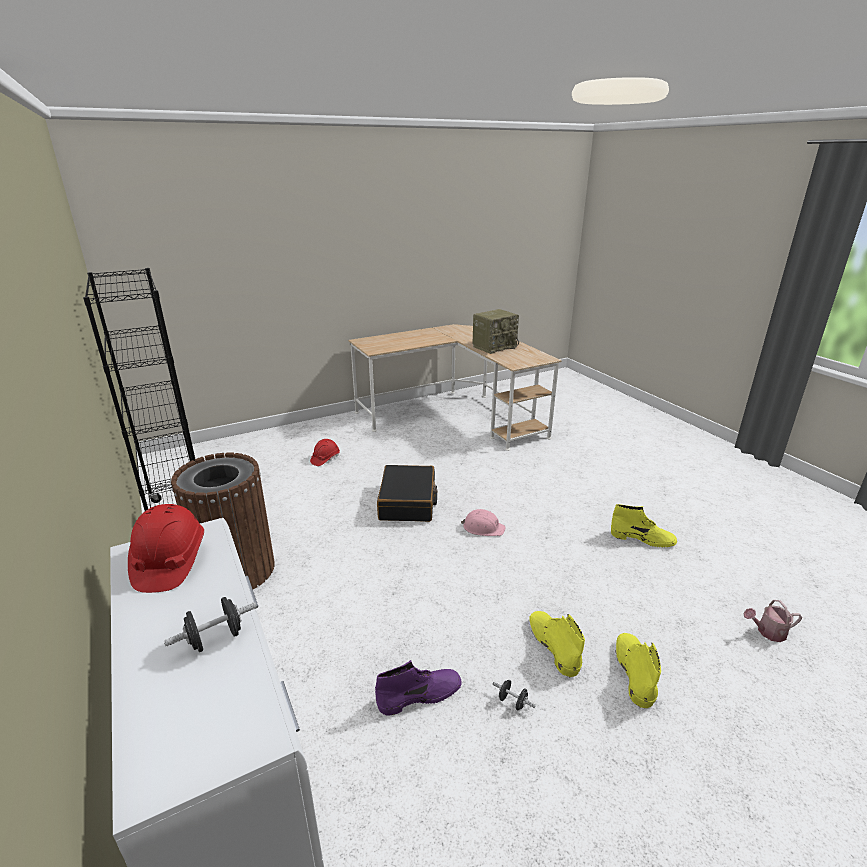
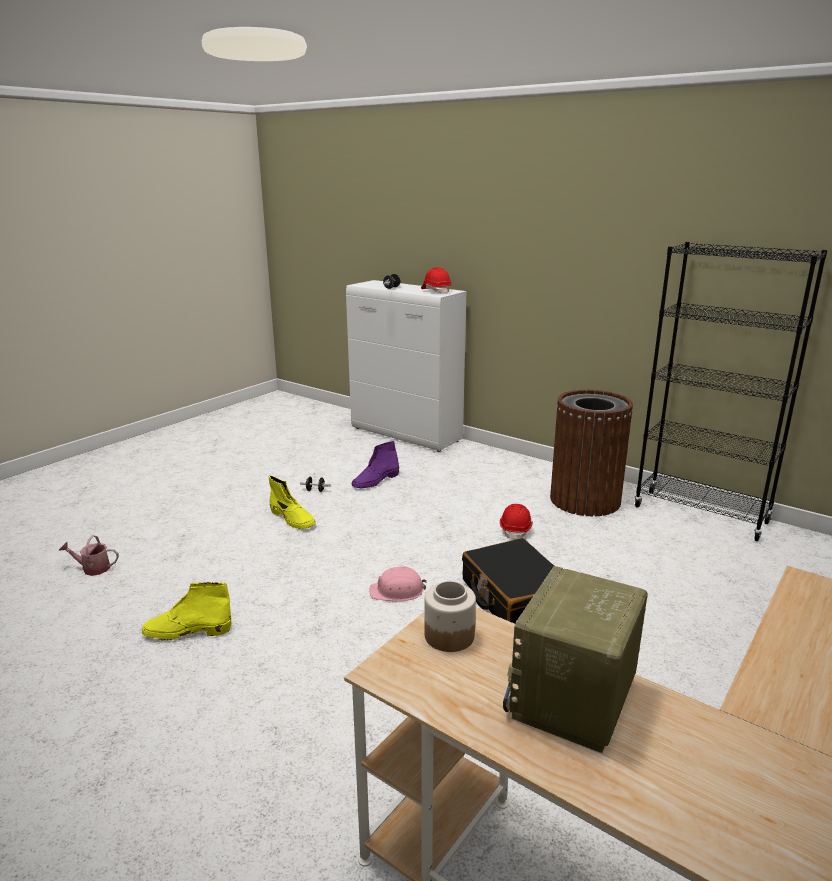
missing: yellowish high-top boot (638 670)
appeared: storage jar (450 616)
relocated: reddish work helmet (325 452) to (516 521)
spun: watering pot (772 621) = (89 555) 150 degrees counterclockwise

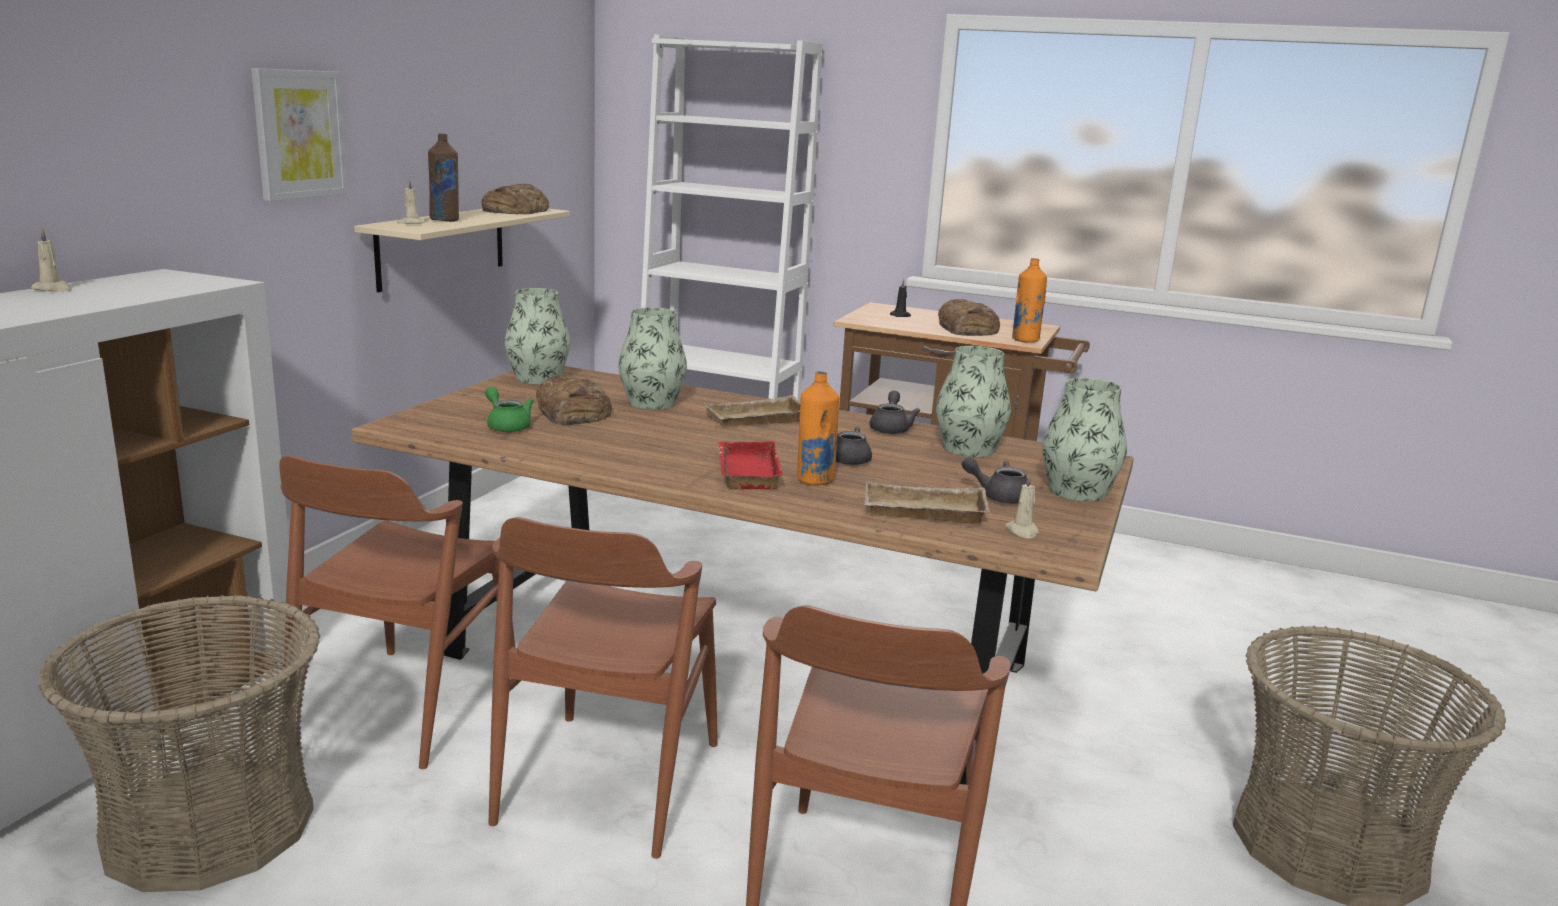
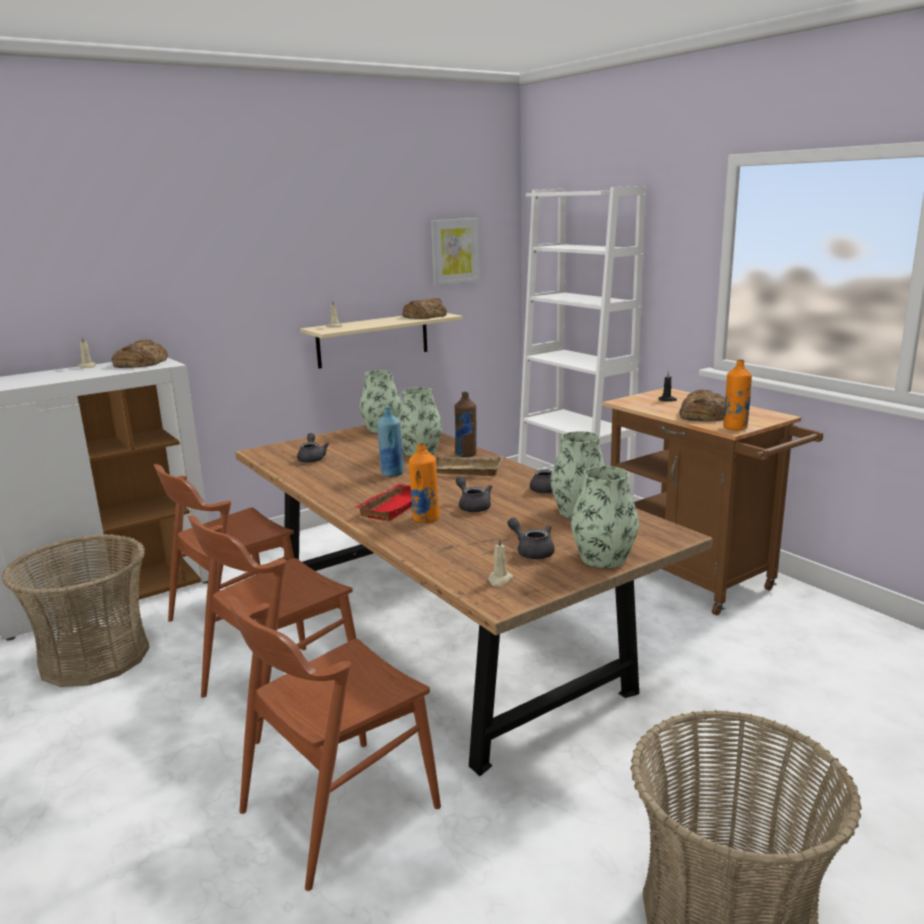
missing: beige-coloured carrying tray (927 502)
appeared: blue-coloured beverage bottle (390 442)
relocated: wall art (299 134) to (455 251); brownish beverage bottle (443 177) to (465 424); bakery bread (574 400) to (140 354)
colour: greenish pot for tea (509 409) to gray pot for tea (313 448)

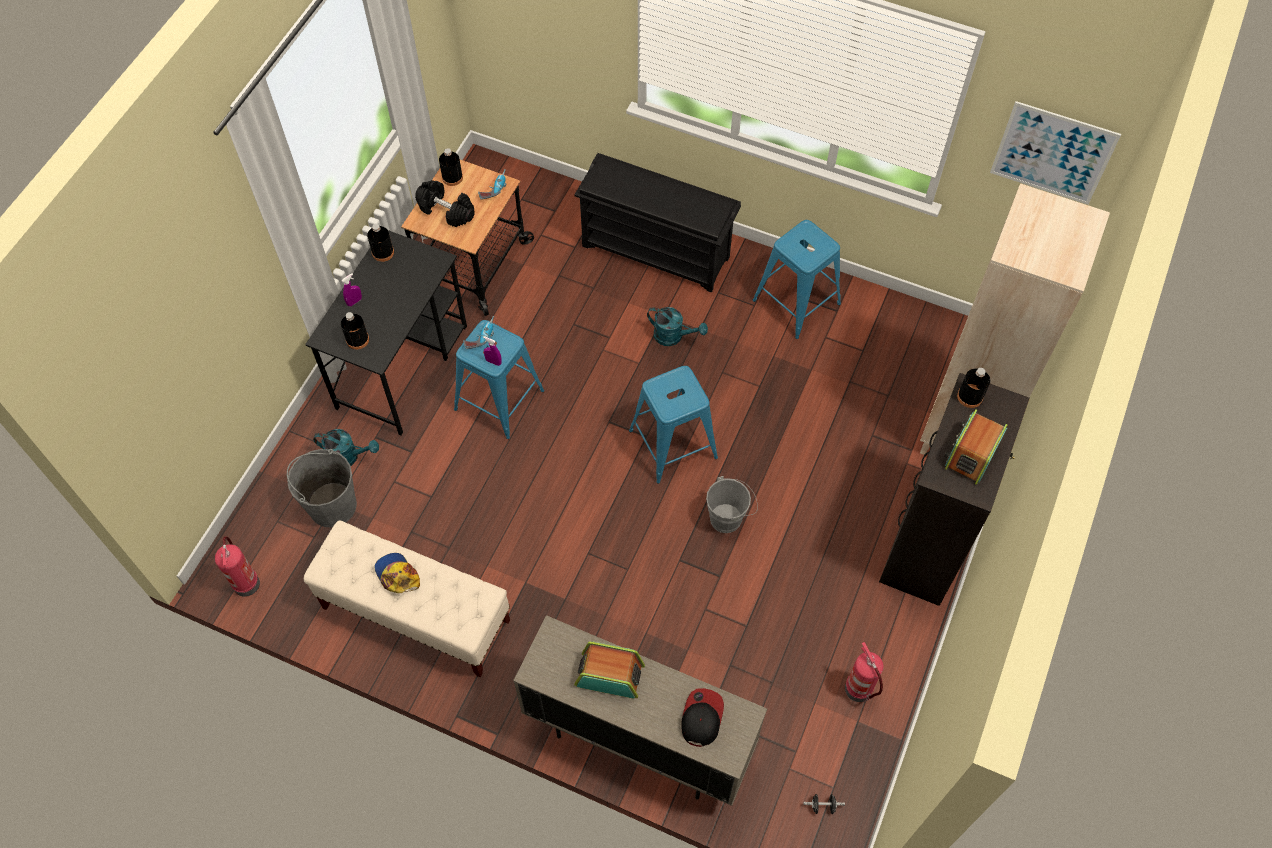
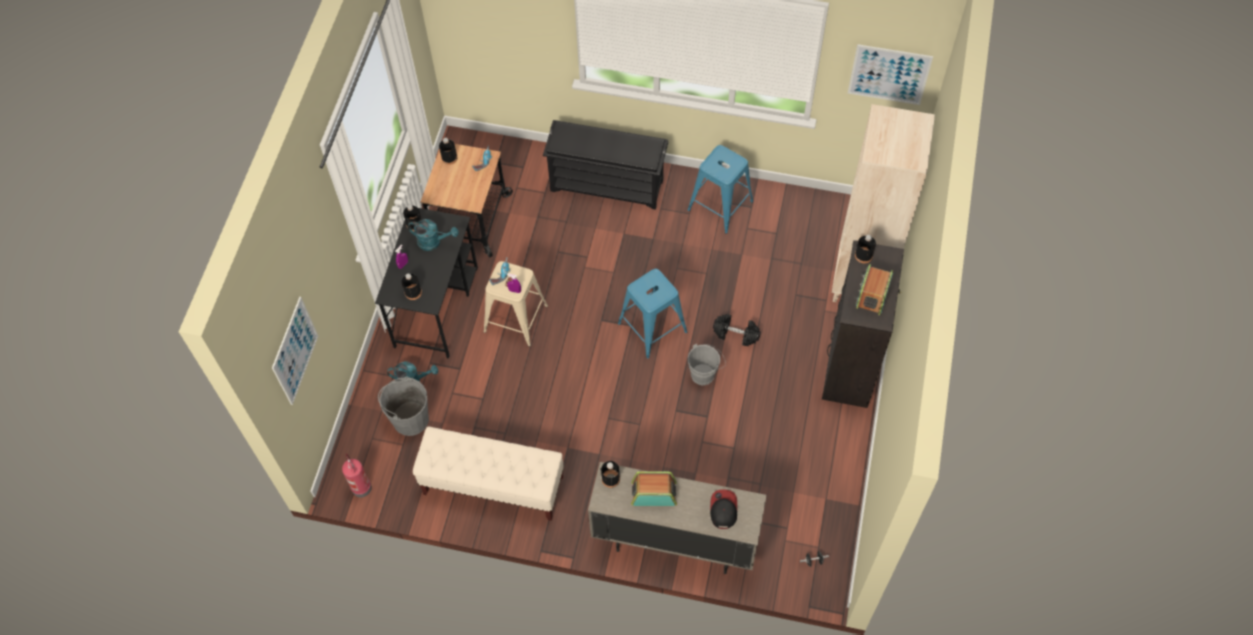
missing: cap (397 573); fire extinguisher (864 672)
appeared: wall art (295 351); black-coloured beverage bottle (610 474)
relocated: black-coloured free weight (445 203) to (737 330); blue-green watering pot (677 326) to (433 235)
colour: blue-coloured stool seat (499 379) to beige-coloured stool seat (516 304)

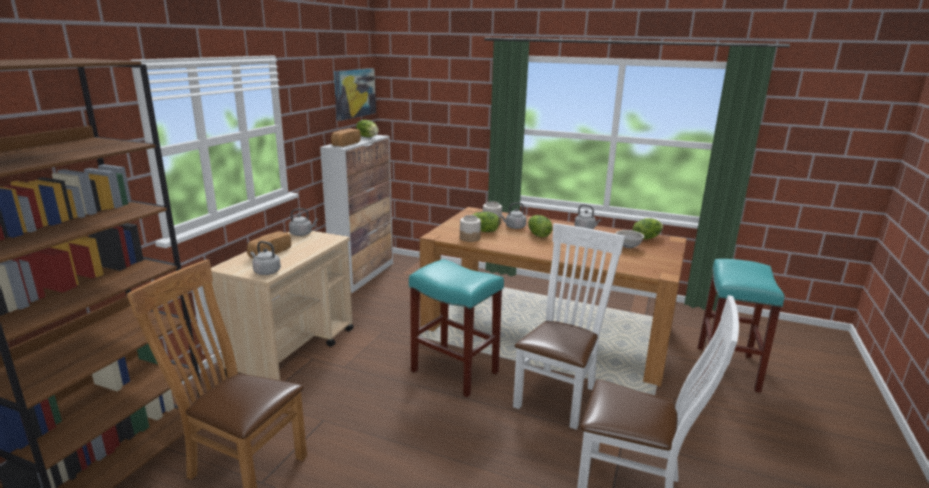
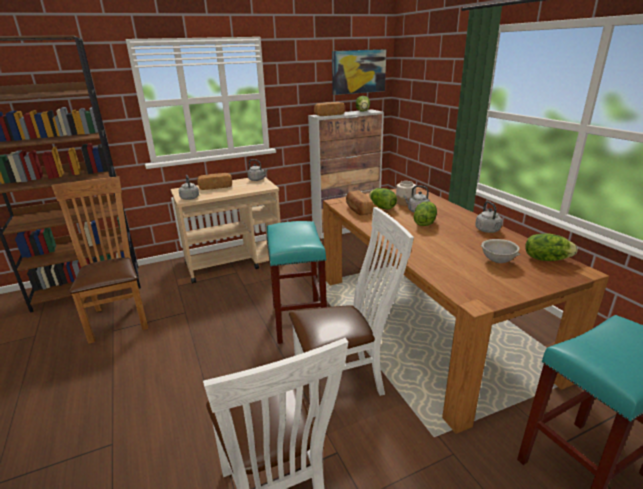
exchanged: storage jar (470 228) to bakery bread (359 203)

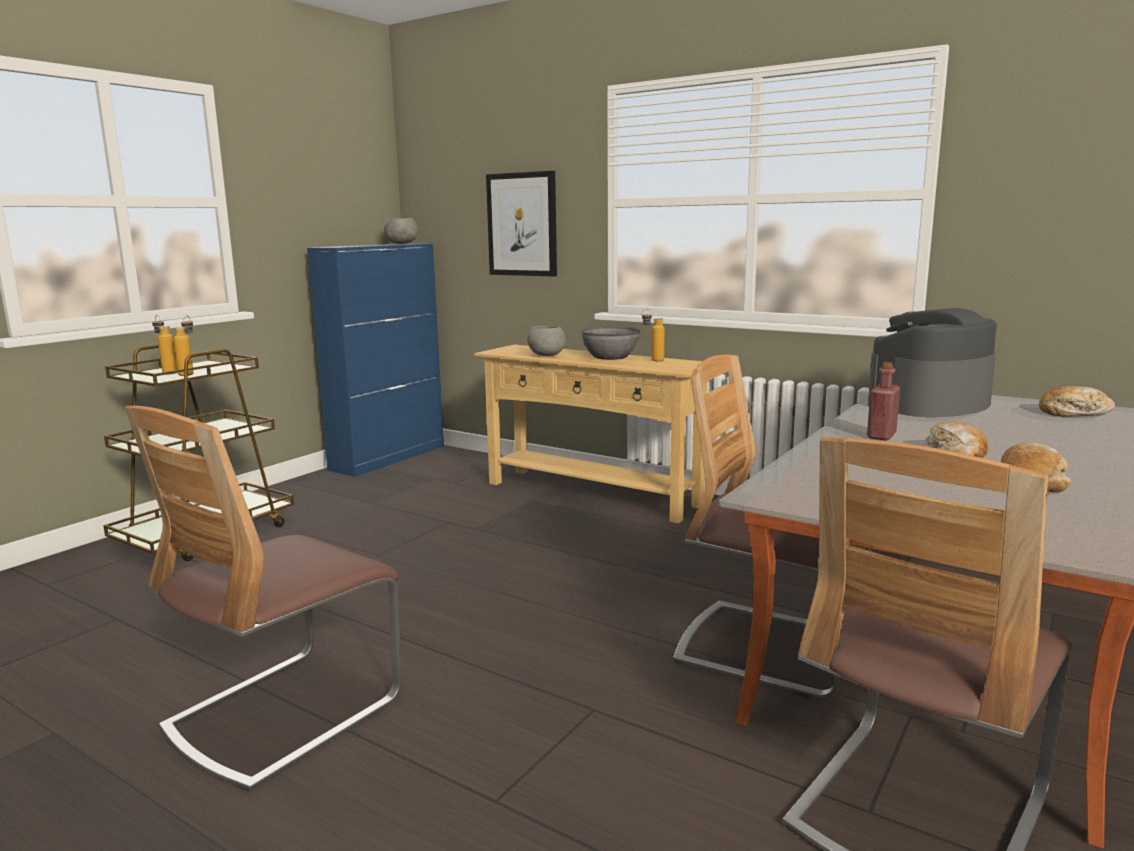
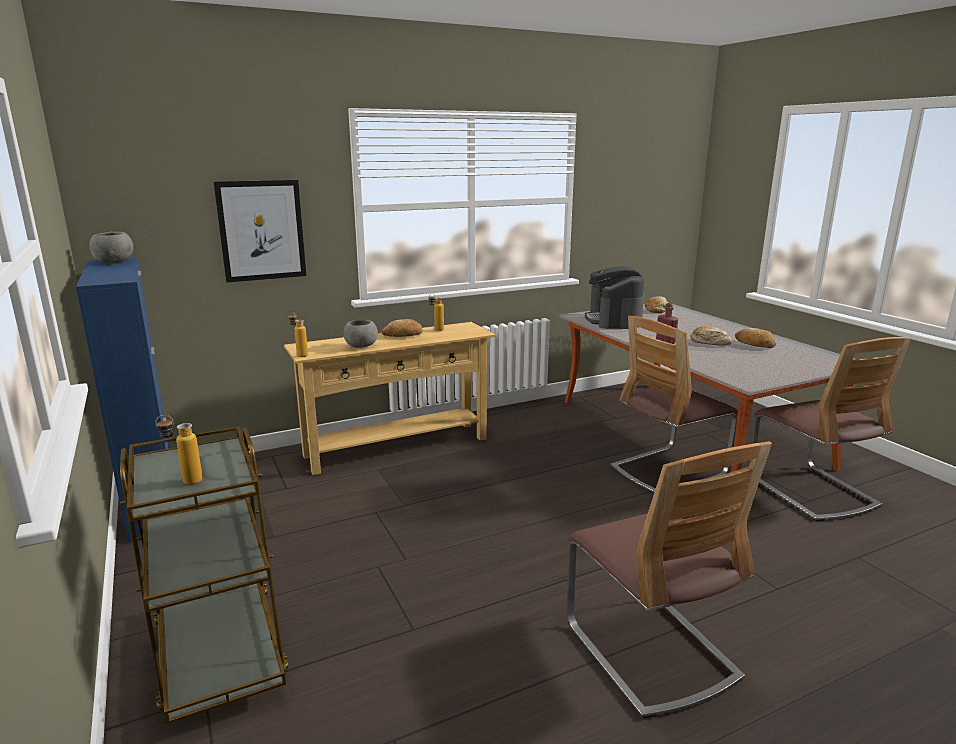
relocated: beverage bottle (183 345) to (298 334)
exchanged: gray deep dish (611 343) to bakery bread (402 328)

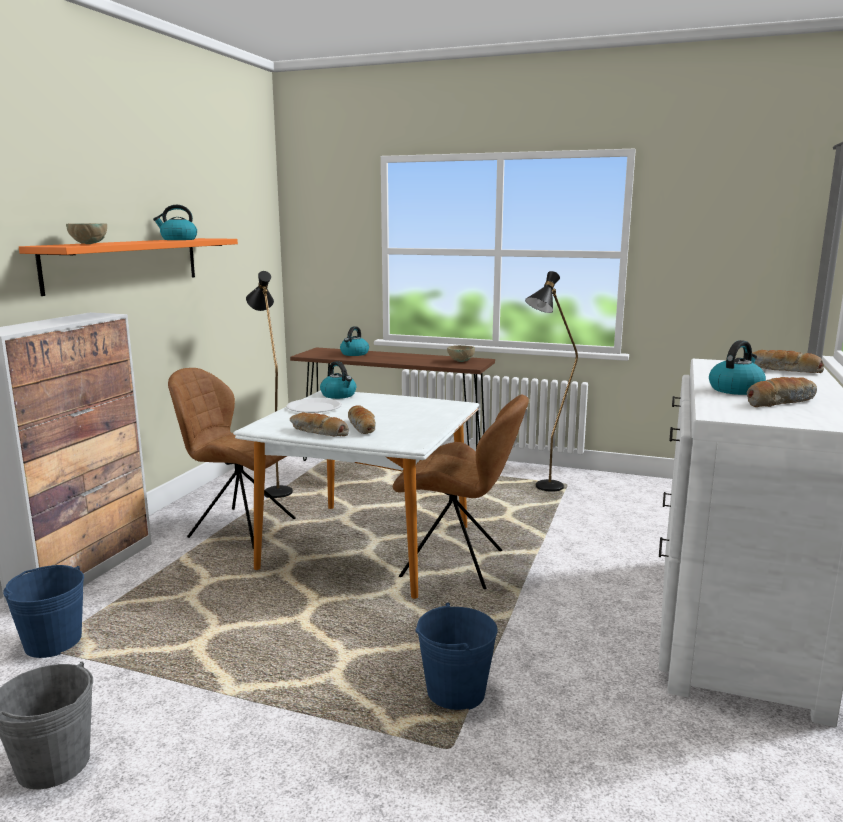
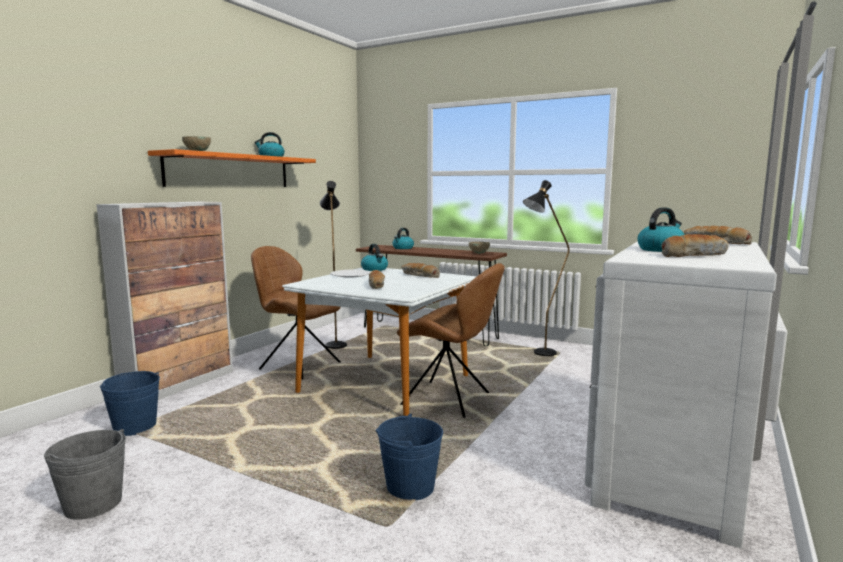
relocated: bakery bread (319 424) to (420 270)

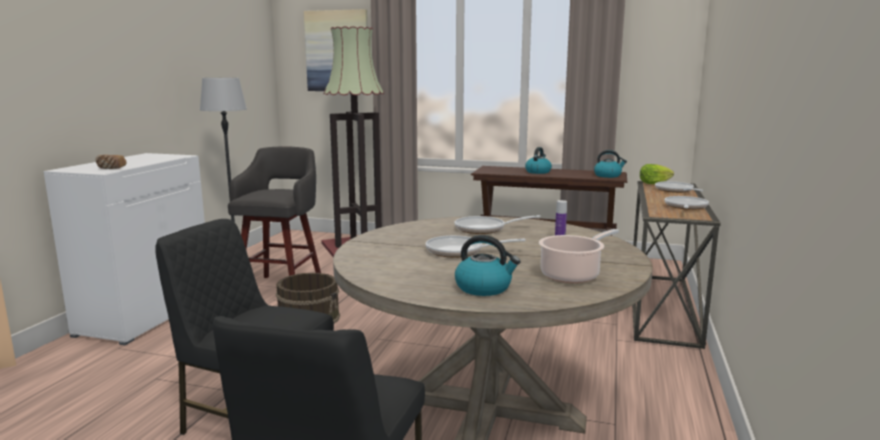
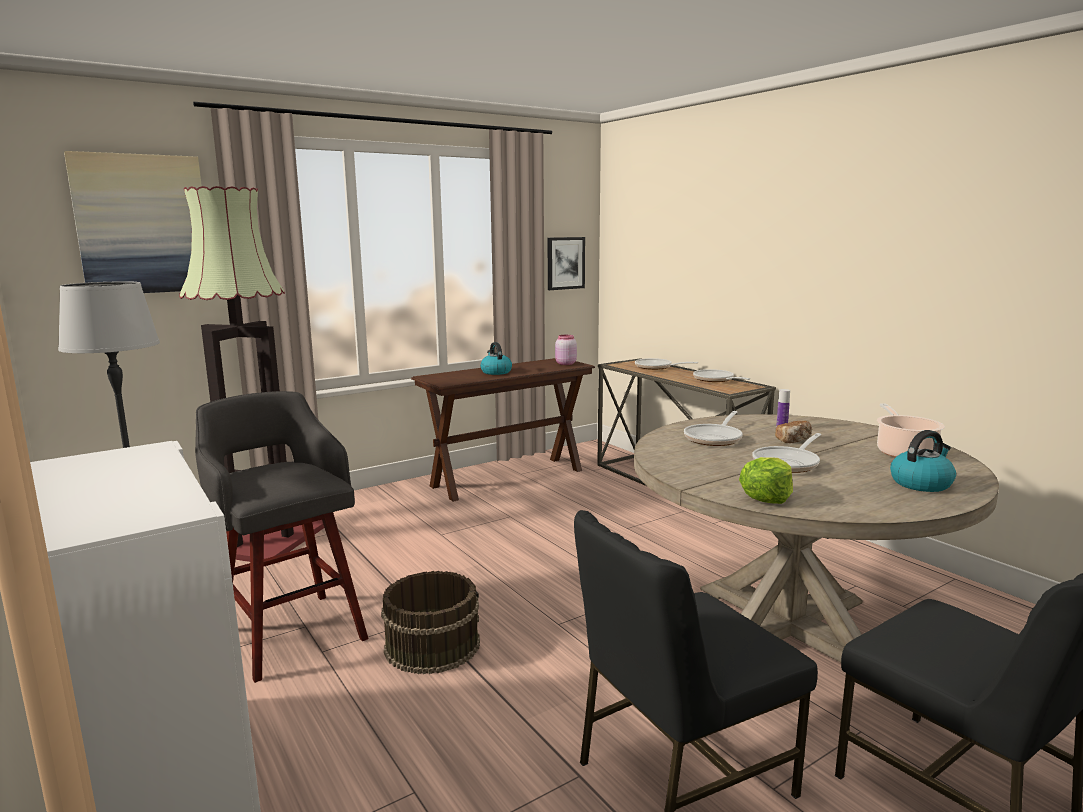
appeared: wall art (566 263)
relocated: bakery bread (110 162) to (793 432); lettuce (657 174) to (766 480)
exchanged: kettle (610 164) to pink storage jar (566 350)

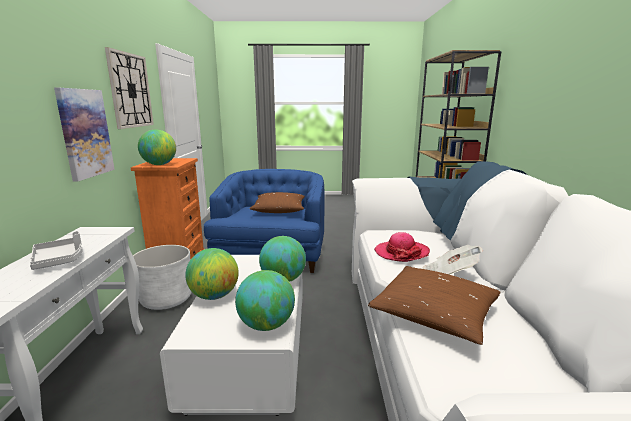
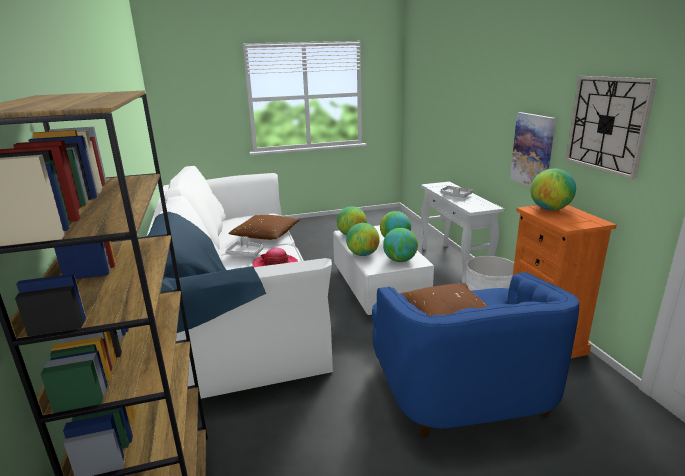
appeared: globe (400 245)
exchanged: daily paper (452 260) to gray carrying tray (244 246)

